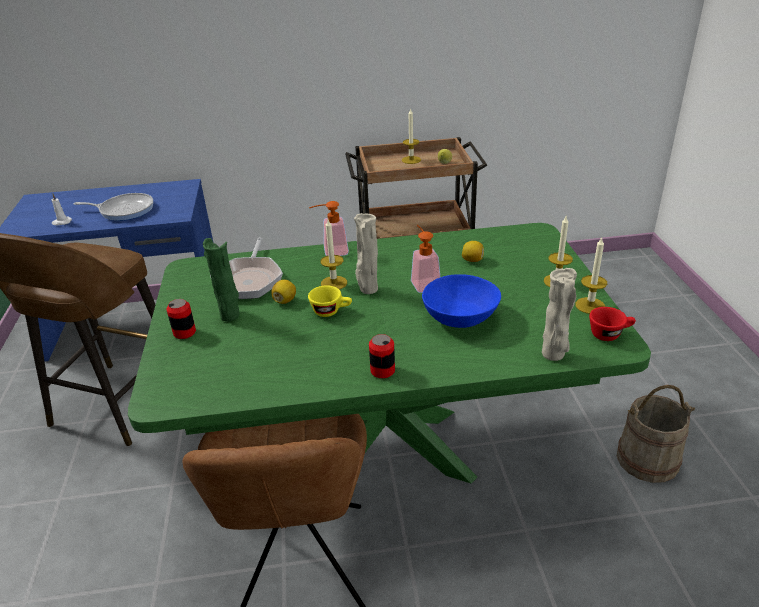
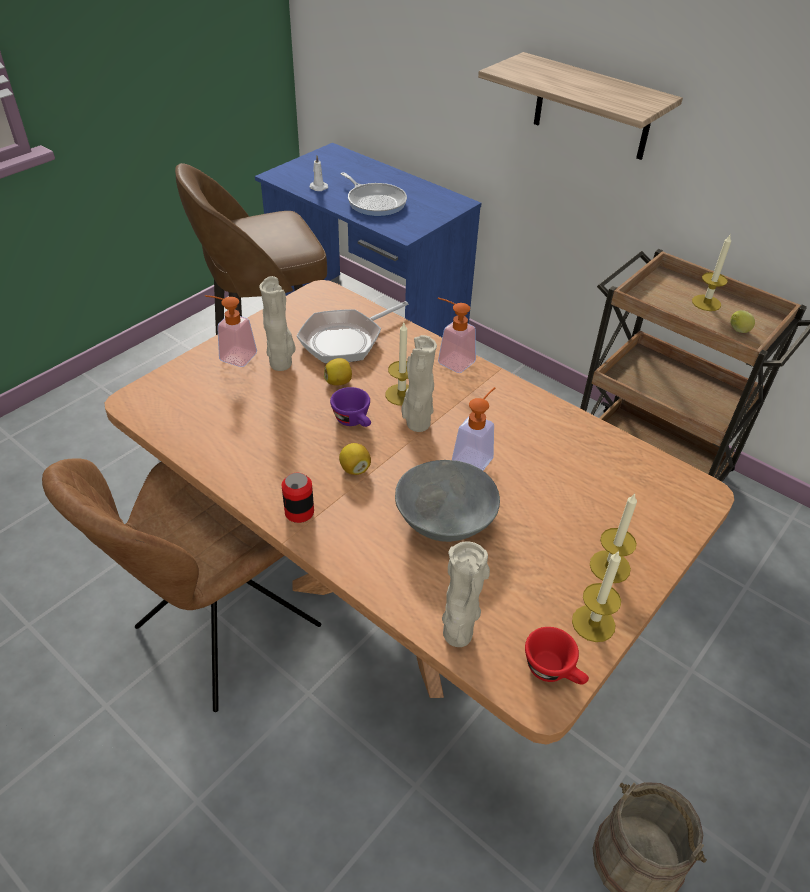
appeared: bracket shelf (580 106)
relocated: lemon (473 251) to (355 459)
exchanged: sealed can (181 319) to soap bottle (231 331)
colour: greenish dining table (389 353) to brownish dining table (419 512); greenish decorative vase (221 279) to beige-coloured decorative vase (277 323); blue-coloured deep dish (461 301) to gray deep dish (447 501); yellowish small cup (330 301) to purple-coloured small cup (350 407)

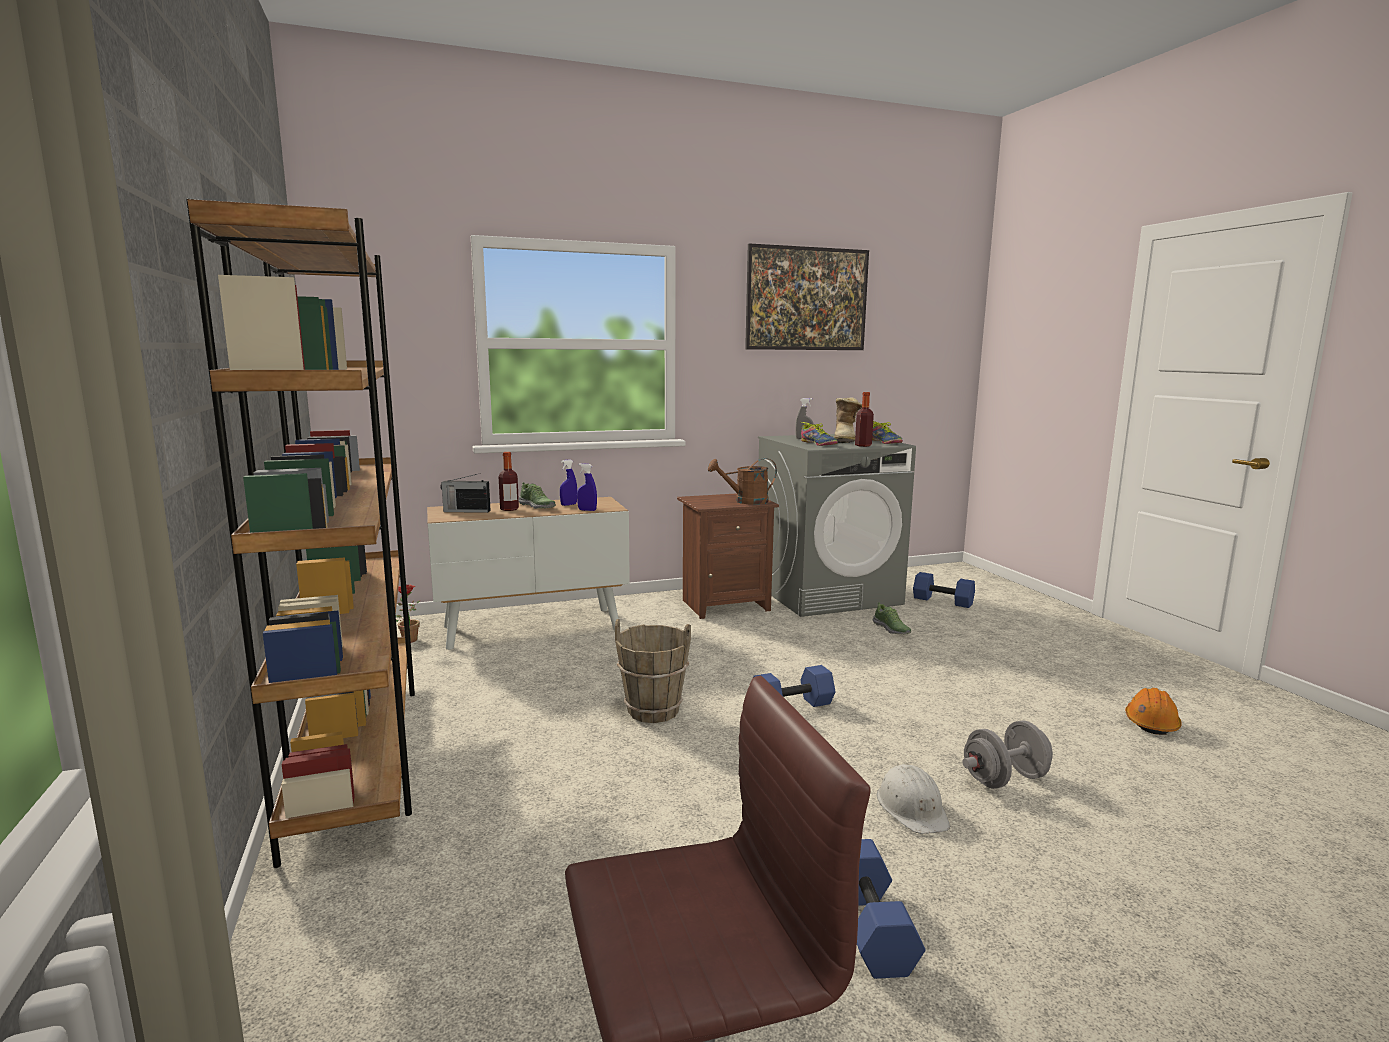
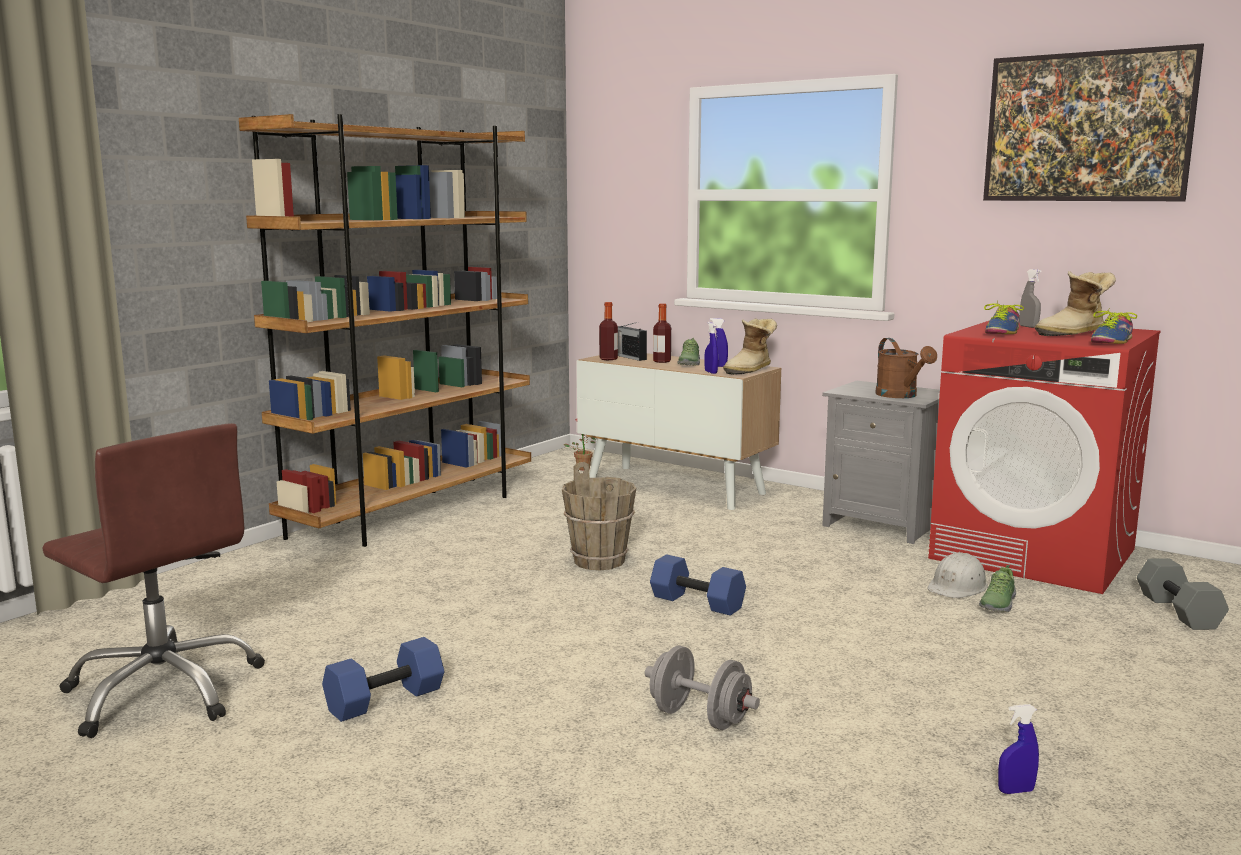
appeared: high-top boot (750 346)
relocated: beverage bottle (864 419) to (608 331); white work helmet (913 799) to (957 575)
exchanged: orange-coloured work helmet (1153 711) to blue-coloured spray bottle (1018 749)
colour: gray washing machine (837 525) to reddish washing machine (1044 457); brownish night table (728 556) to gray night table (881 462); blue-coloured free weight (944 590) to gray free weight (1183 594)
spun: brownish watering pot (742 481) = (906 368) 150 degrees counterclockwise

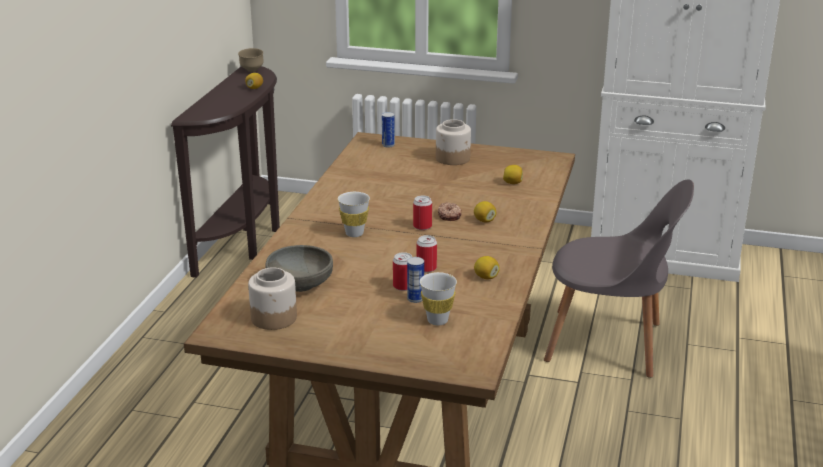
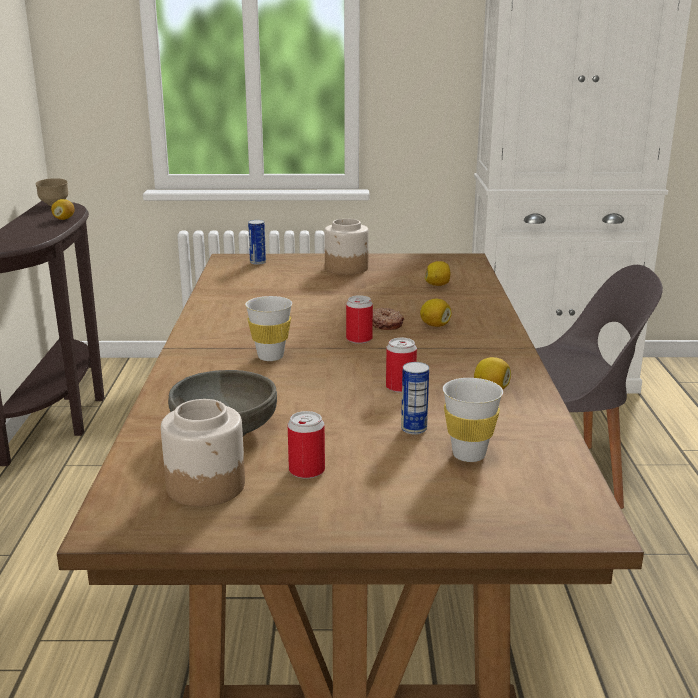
relocated: sealed can (402 271) to (306 445)

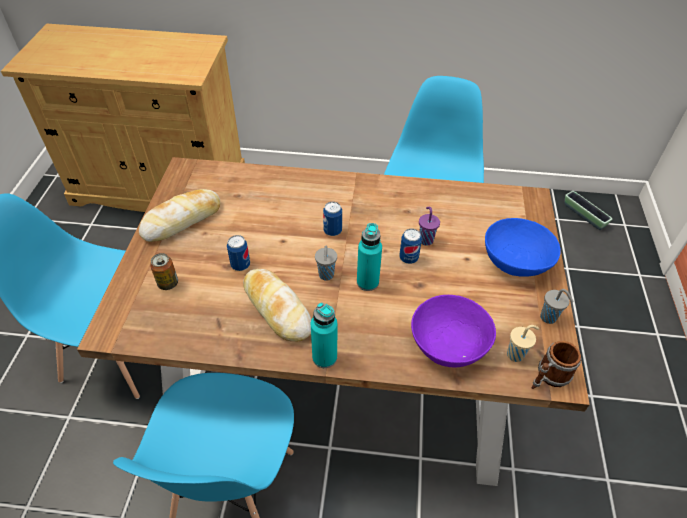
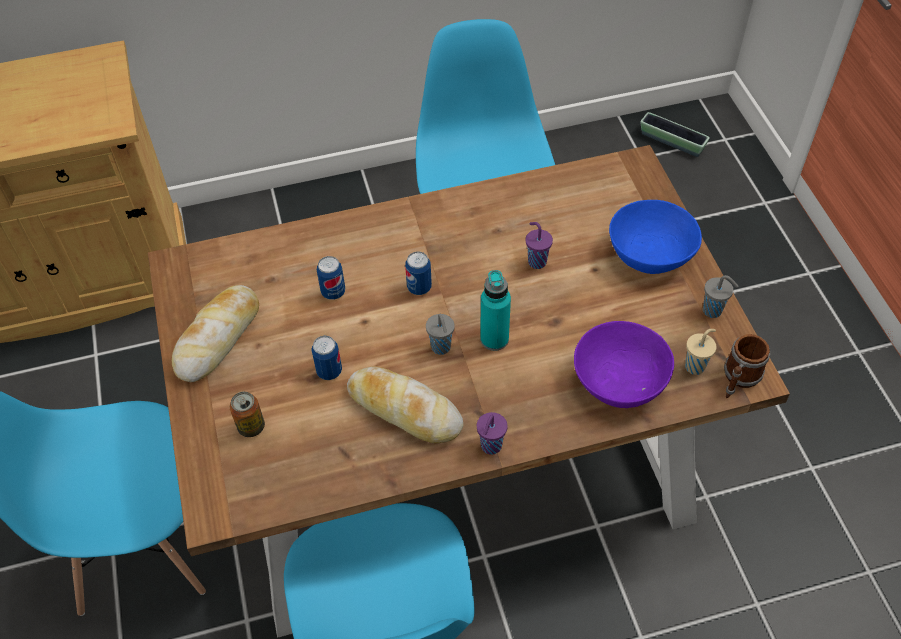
relocated: sealed can (410 246) to (331 278)
exchanged: blue-green beverage bottle (324 335) to purple-coloured small cup (492 433)

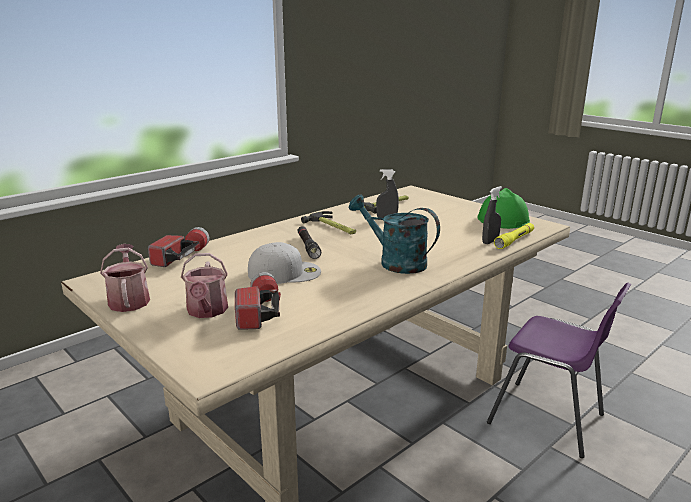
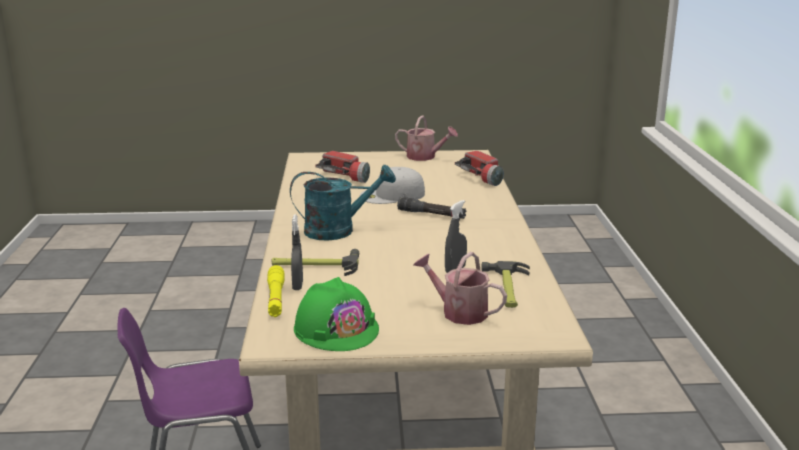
relocated: hammer (328 222) to (315 262); watering pot (204 285) to (460 288)
spun: white cap (284 263) = (392 185) 45 degrees clockwise

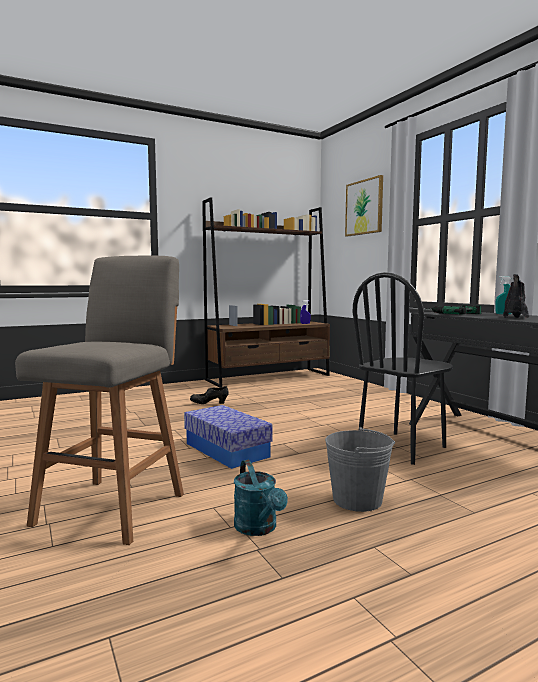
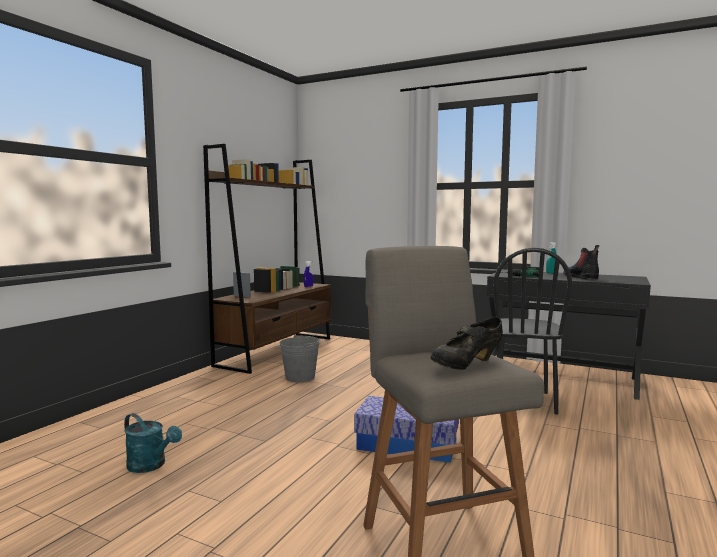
missing: wall art (364 205)
relocated: black-coloured shoe (209 395) to (466 343); gray water bucket (360 469) to (300 358); blue-green watering pot (261 498) to (153 443)

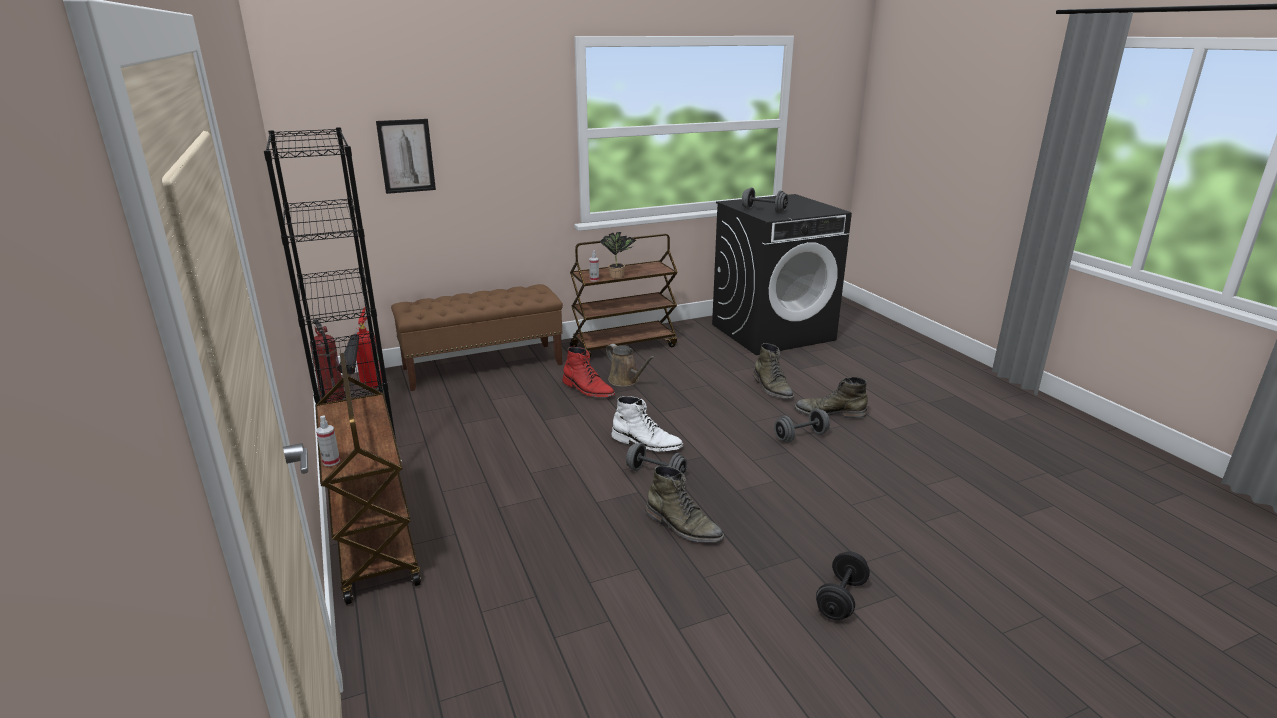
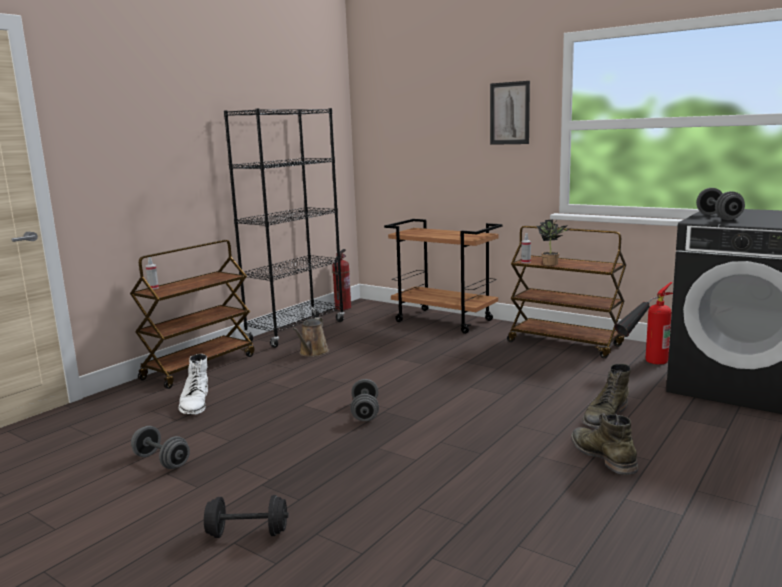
missing: reddish high-top boot (589 372); greenish high-top boot (684 504)
relocated: wall art (406 156) to (510 113); fire extinguisher (359 347) to (643 323); brownish watering pot (630 365) to (310 337); white high-top boot (647 424) to (193 384); gray free weight (802 425) to (160 447)
exchanged: brownish long seat (477 337) to brownish cart (443 276)

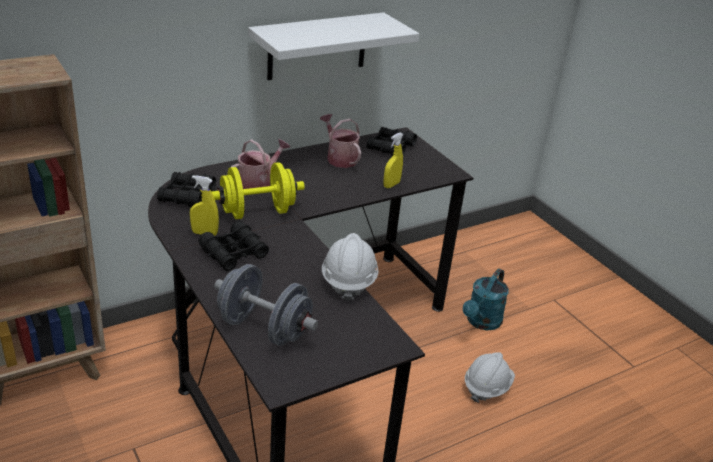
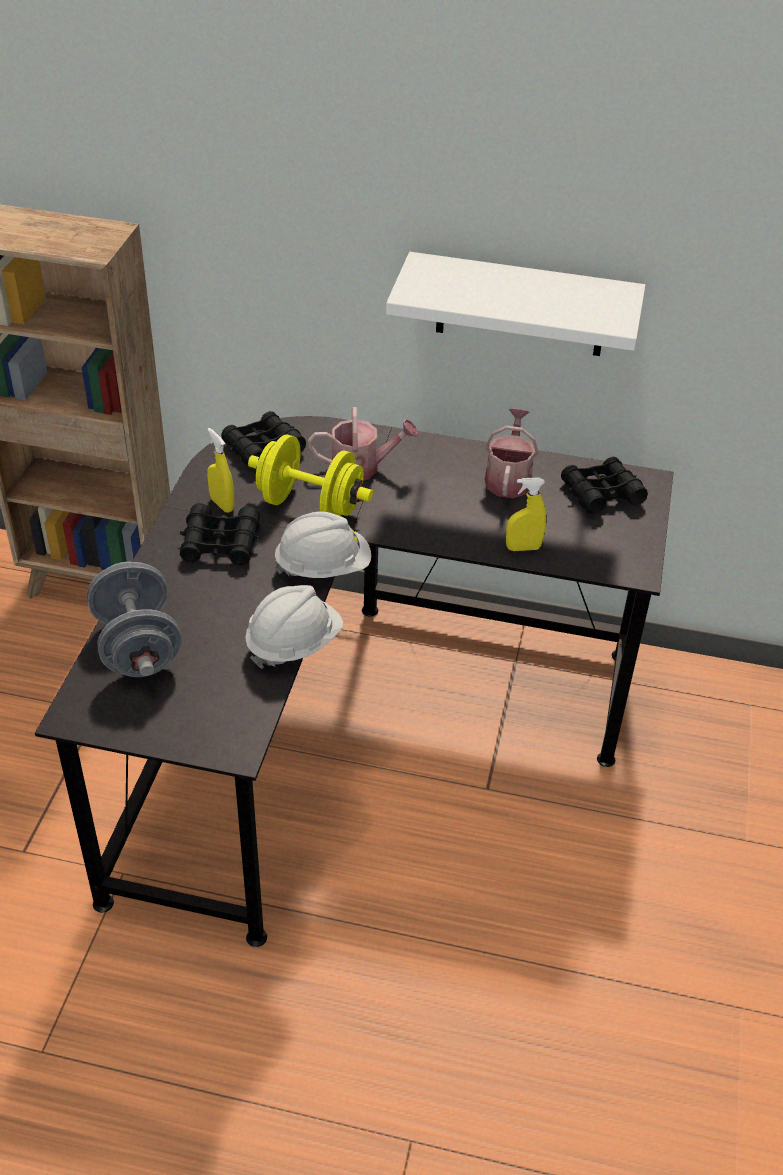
missing: blue-green watering pot (486 299)
relocated: white work helmet (490 377) to (322 545)

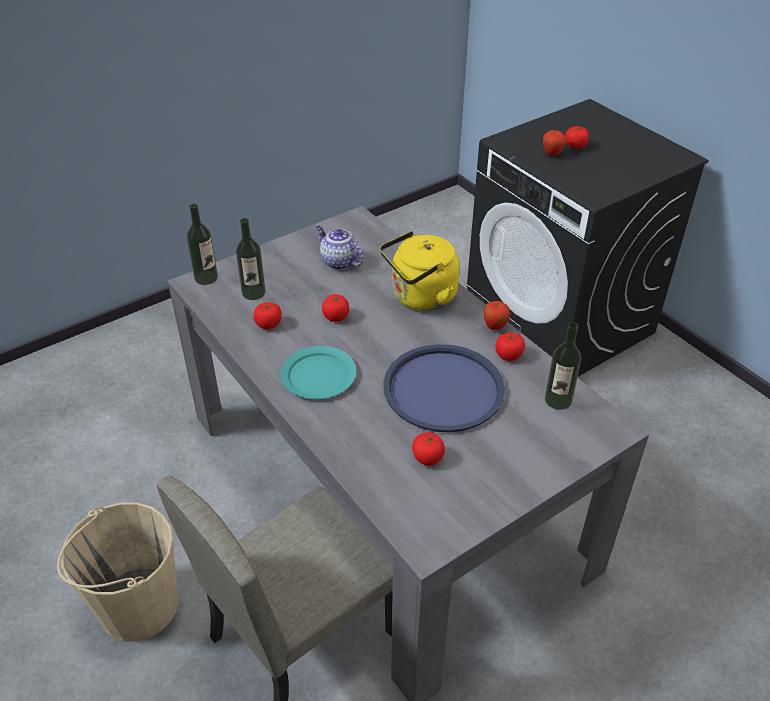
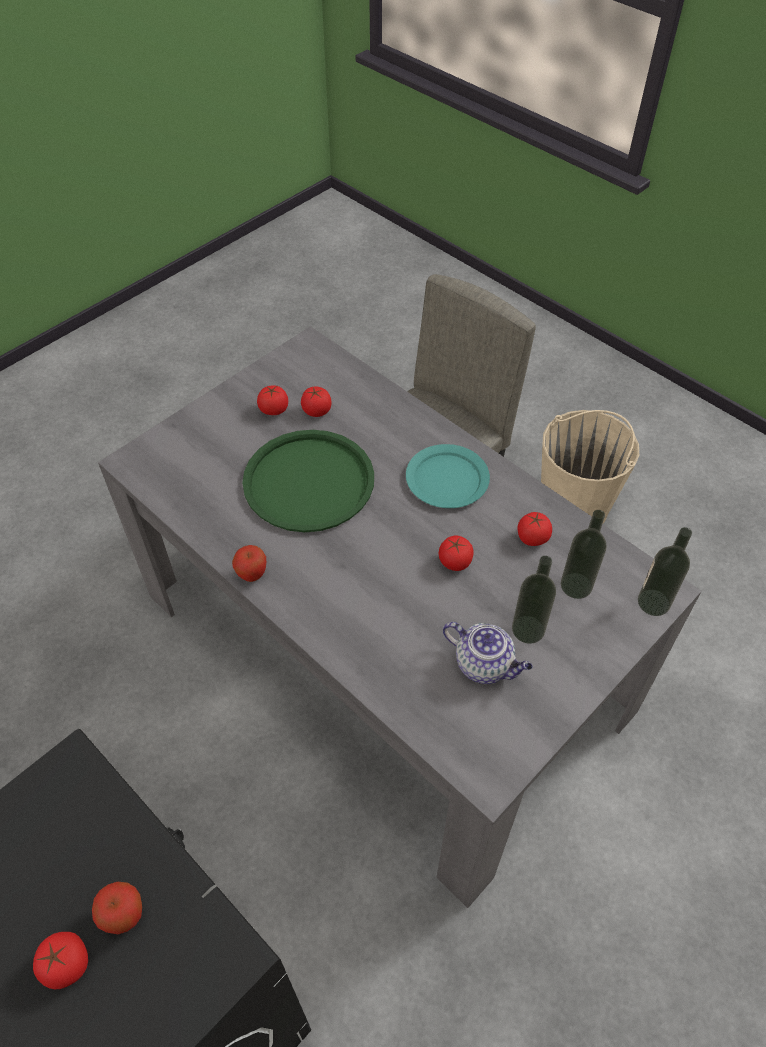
missing: yellowish kettle (420 271)
relocated: beverage bottle (563 366) to (534 600); whole tomato (510 347) to (272 400)
colour: blue-coloured carrying tray (444 388) to greenish carrying tray (308 481)

